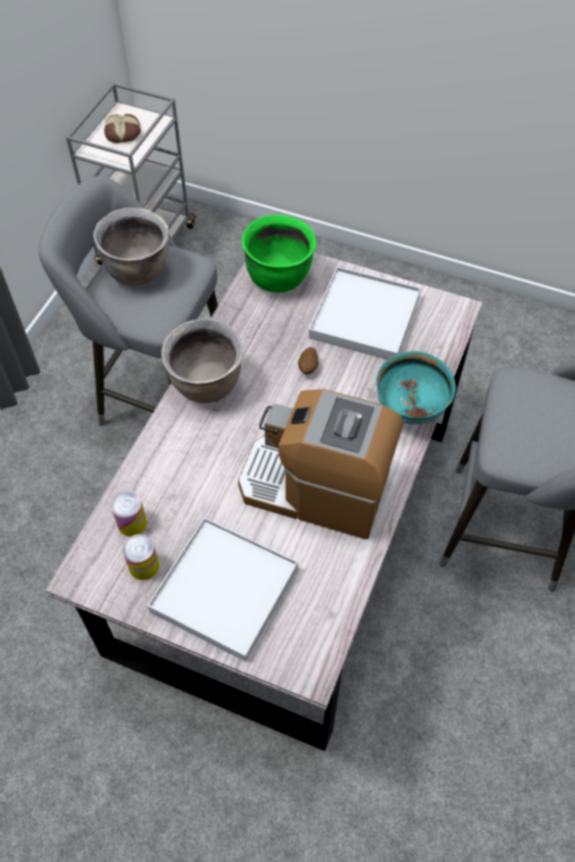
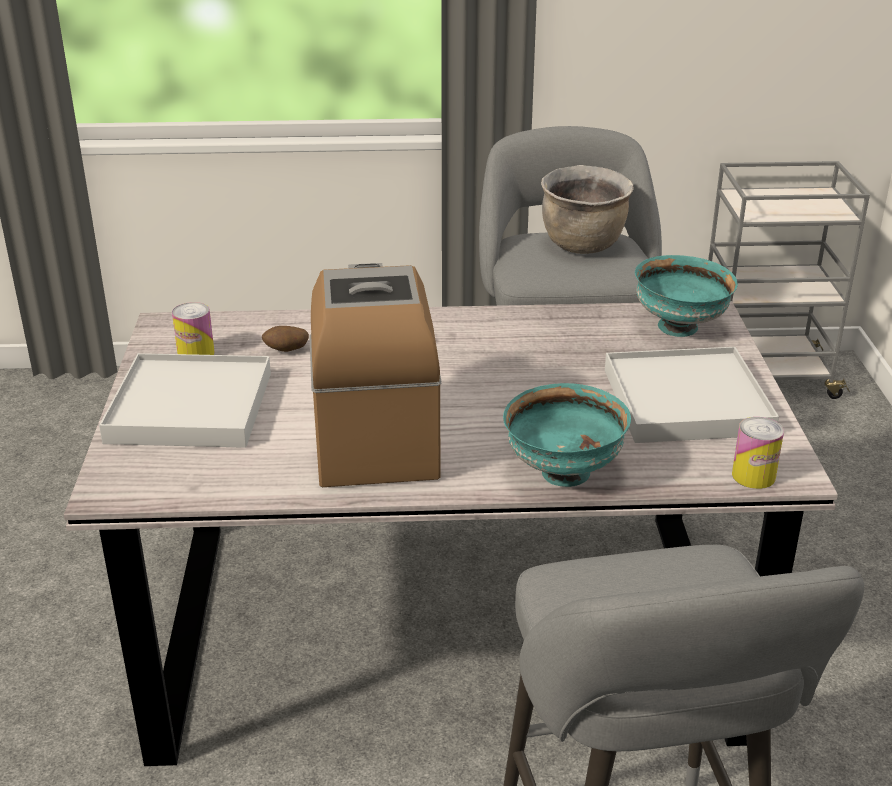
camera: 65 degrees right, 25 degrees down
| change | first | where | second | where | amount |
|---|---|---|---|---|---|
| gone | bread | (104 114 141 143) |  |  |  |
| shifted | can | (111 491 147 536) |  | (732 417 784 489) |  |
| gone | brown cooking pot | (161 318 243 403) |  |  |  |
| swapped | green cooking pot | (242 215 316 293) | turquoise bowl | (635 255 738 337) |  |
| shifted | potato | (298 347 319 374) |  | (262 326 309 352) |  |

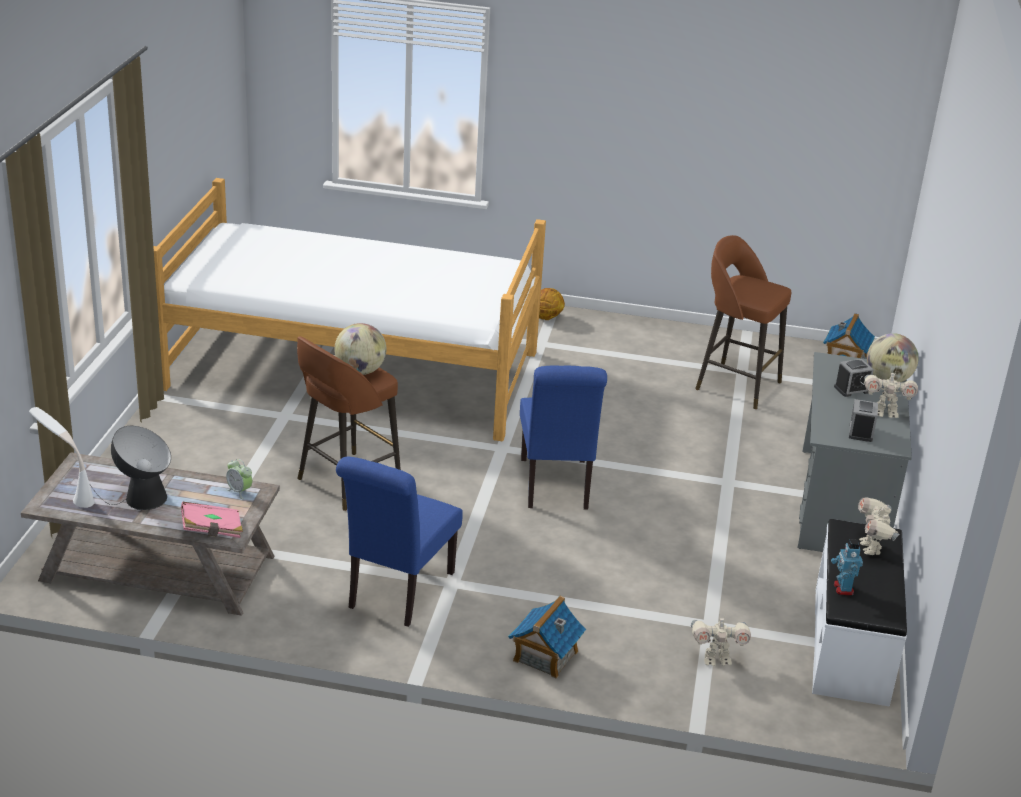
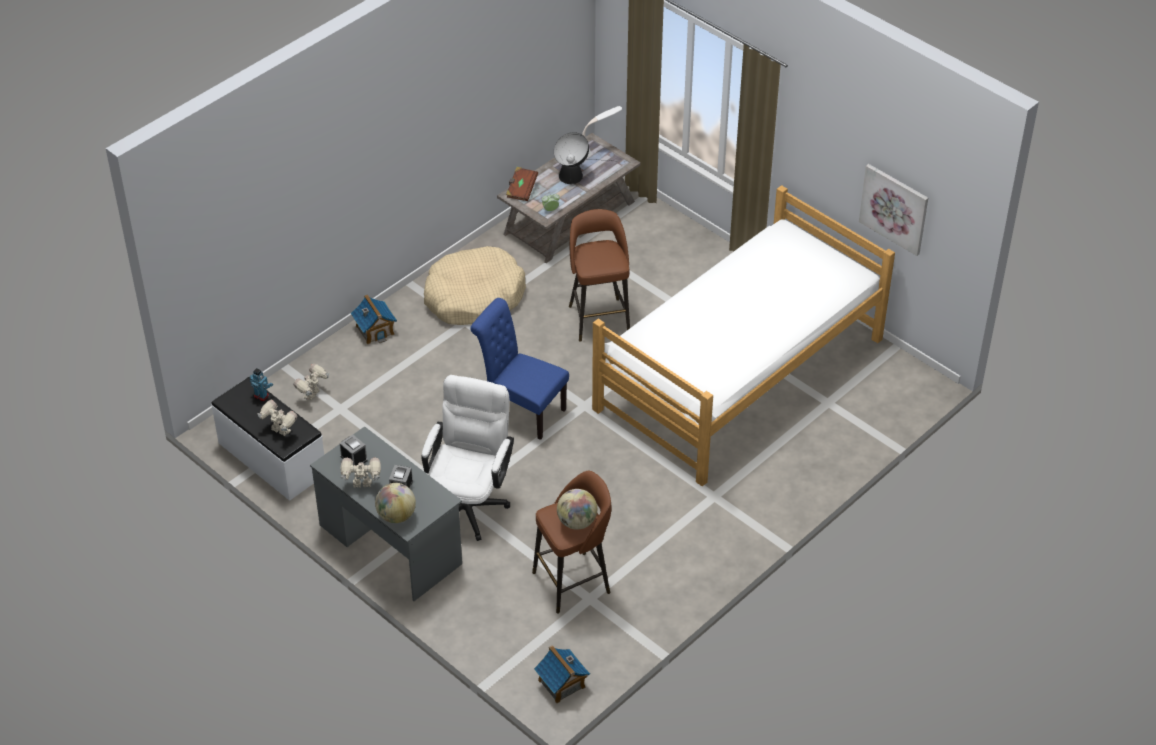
camera: 125 degrees right, 15 degrees up
| change | first | where | second | where | amount |
|---|---|---|---|---|---|
| repainted | pink book | (181 502 243 538) | brown book | (506 167 538 201) |  |
| shifted | globe | (334 323 387 375) |  | (557 489 597 530) |  |
| swapped | blue chair | (336 457 463 627) | beige dog bed | (424 246 526 325) |  |
| gone | basketball | (539 288 565 320) |  |  |  |
| rotated | toy robot | (864 372 918 418) |  | (340 458 381 488) | 45 degrees clockwise |
| new |  |  | white office chair | (421 375 514 541) |  |
| new |  |  | picture | (859 164 928 256) |  |

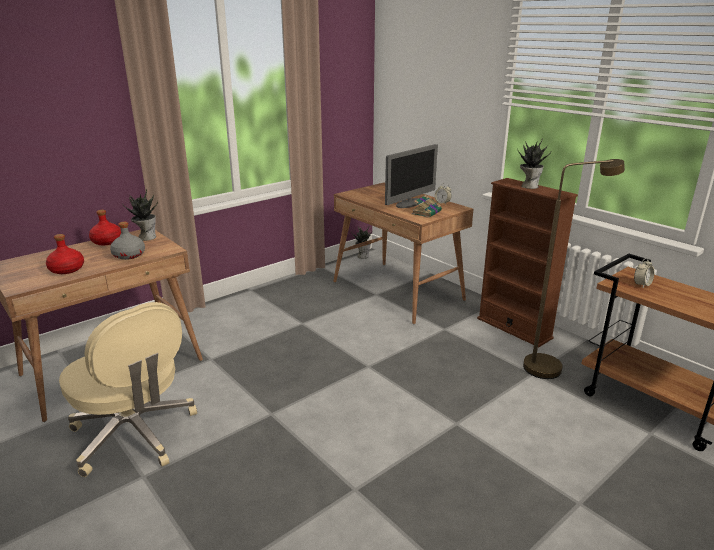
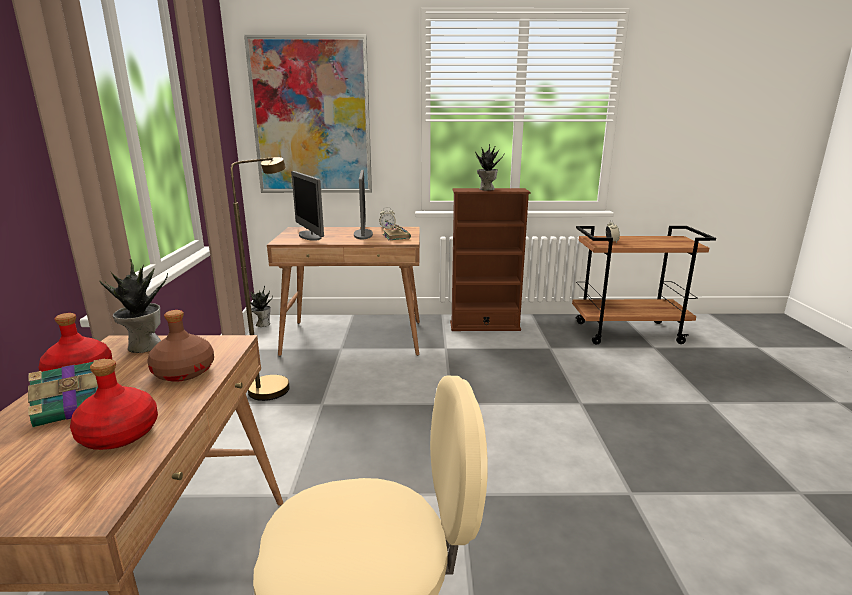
camera: 50 degrees left, 5 degrees down
| change | first | where | second | where | amount |
|---|---|---|---|---|---|
| repainted | grey bottle | (110 222 145 260) | brown bottle | (147 310 214 382) |  |
| shifted | brown floor lamp | (523 159 625 379) |  | (231 157 290 401) |  |
| new |  |  | book | (28 358 105 428) |  |
| new |  |  | picture | (244 35 372 193) |  |
| new |  |  | monitor | (291 171 324 241) |  |

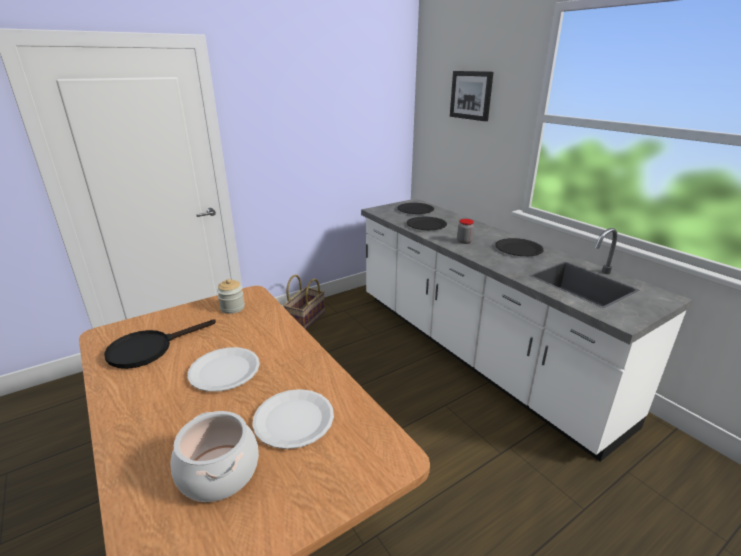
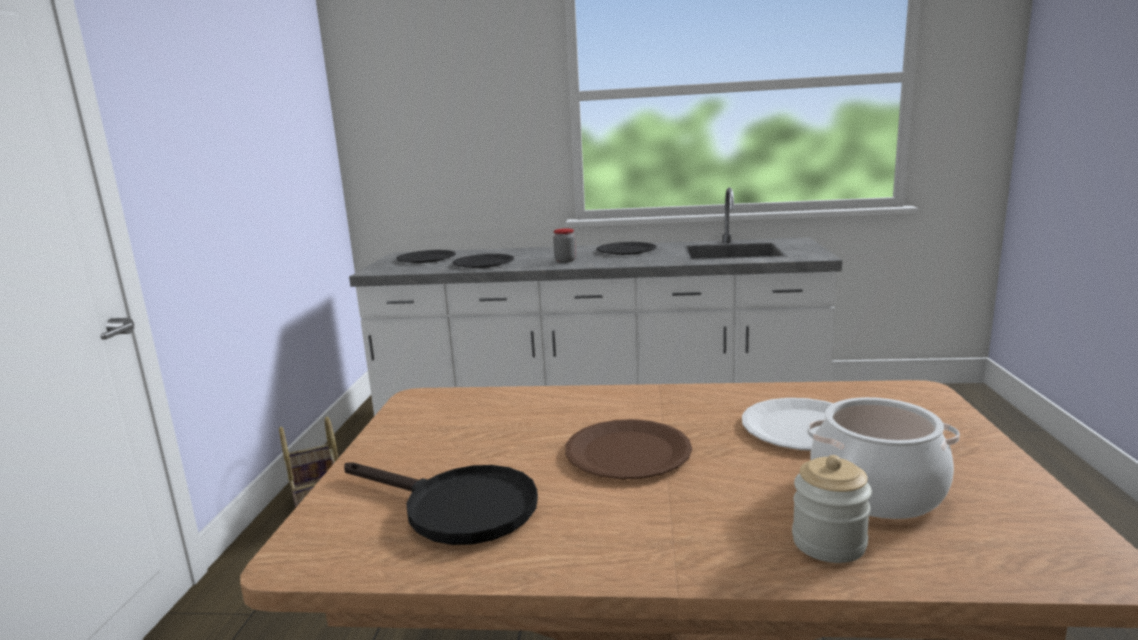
camera: 50 degrees left, 10 degrees down
| change | first | where | second | where | amount |
|---|---|---|---|---|---|
| rotated | black frying pan | (104 319 216 369) |  | (344 462 538 545) | 60 degrees counterclockwise |
| repainted | white plate | (187 347 260 392) | brown plate | (565 419 692 479) |  |
| shifted | jar | (217 279 245 314) |  | (792 455 872 563) |  |
| gone | picture | (450 71 493 121) |  |  |  |

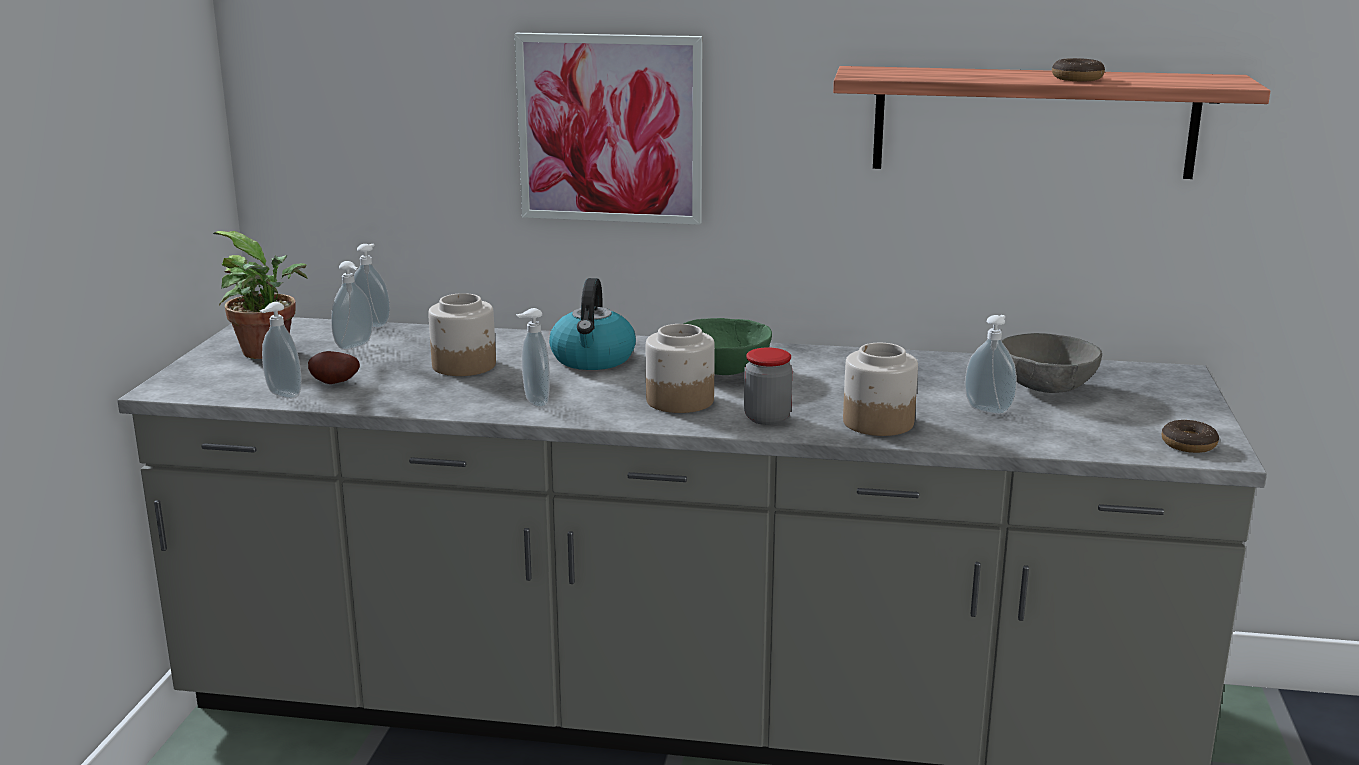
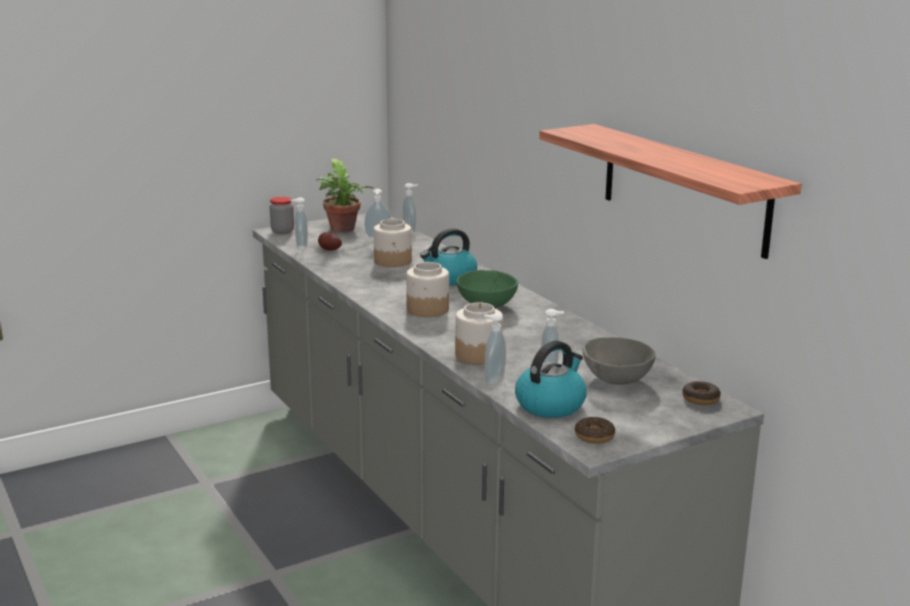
camera: 50 degrees right, 0 degrees up
| change | first | where | second | where | amount |
|---|---|---|---|---|---|
| gone | picture | (514 33 703 225) |  |  |  |
| shifted | soap dispenser | (516 308 550 407) |  | (484 313 506 384) |  |
| shifted | jar | (744 347 792 425) |  | (270 197 294 234) |  |
| shifted | donut | (1052 58 1105 81) |  | (682 381 721 405) |  |
| new |  |  | kettle | (515 341 587 418) |  |

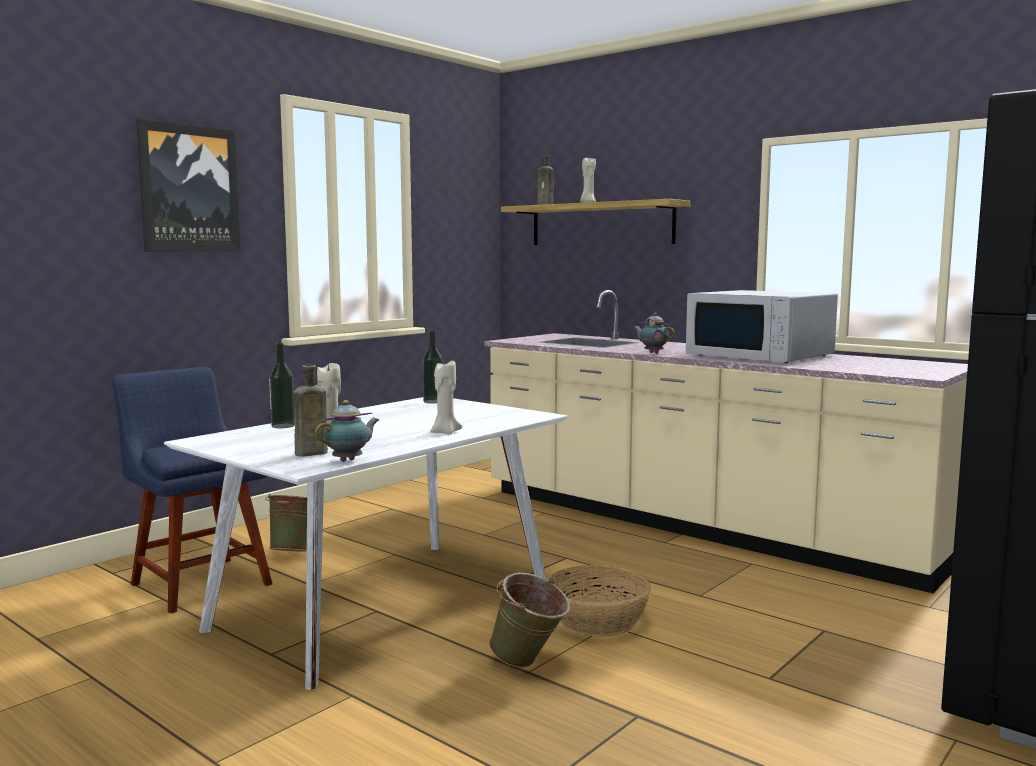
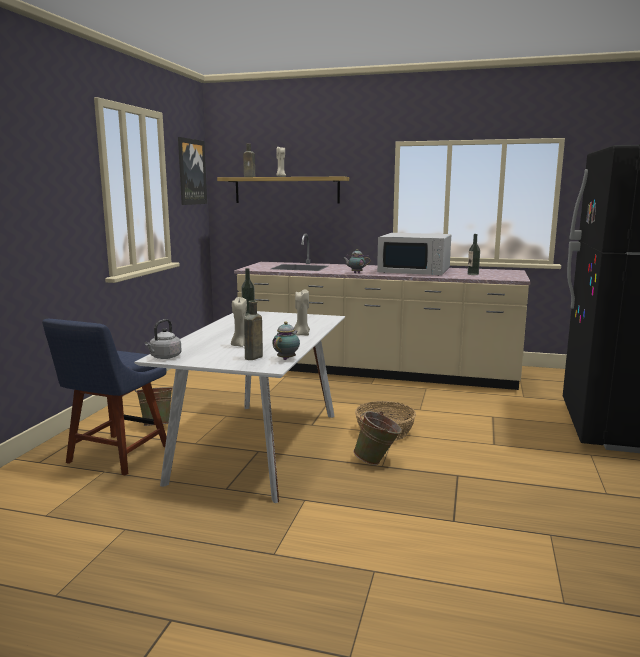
camera: 25 degrees left, 5 degrees up
| change | first | where | second | where | amount |
|---|---|---|---|---|---|
| rotated | blue chair | (113 367 272 614) |  | (42 319 167 476) | 90 degrees counterclockwise |
| shifted | picture | (136 119 241 252) |  | (178 137 207 205) |  |
| shifted | bottle | (269 343 295 428) |  | (468 234 480 275) |  |
| new |  |  | grey kettle | (145 319 182 359) |  |

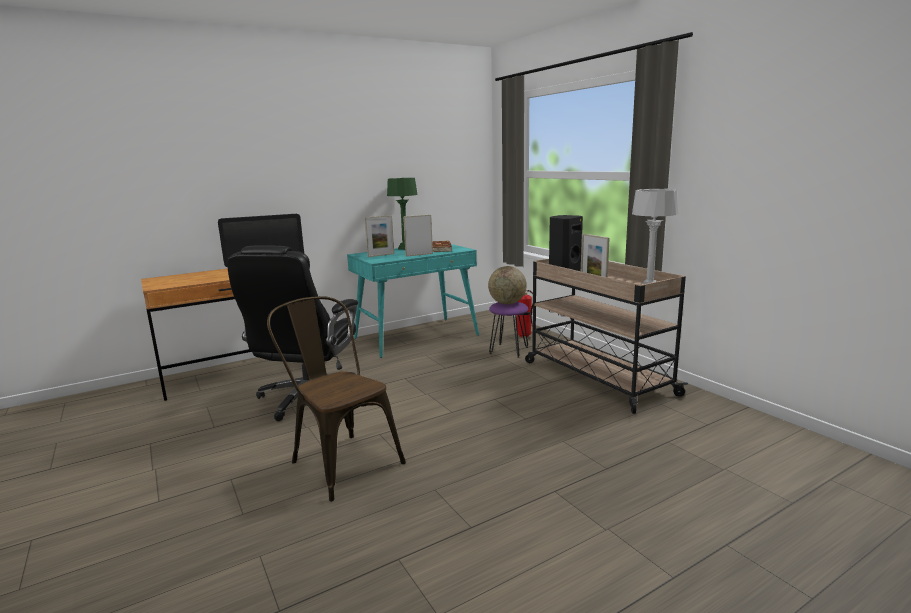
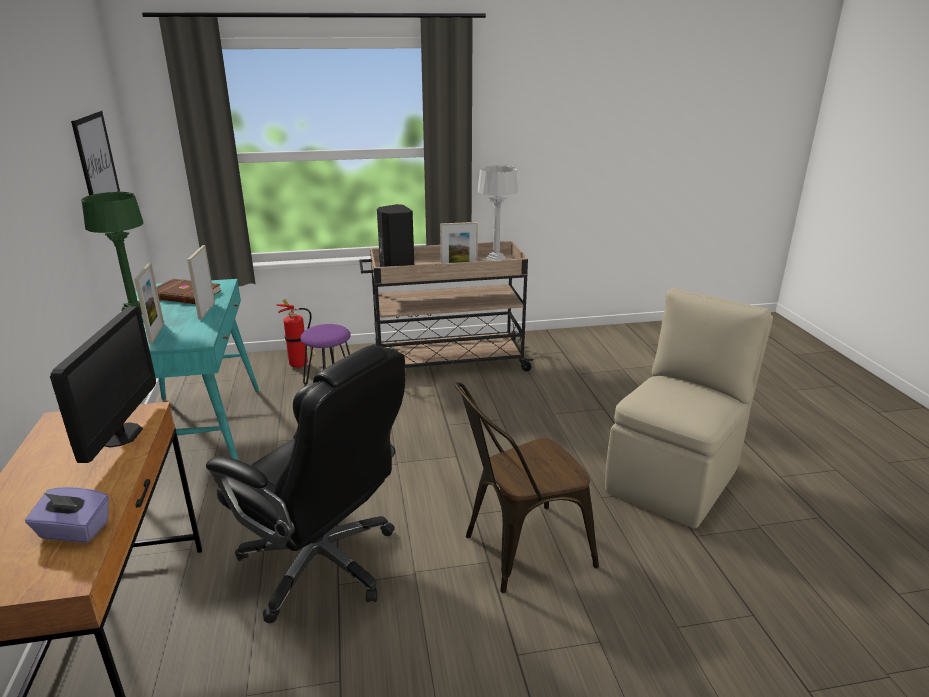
camera: 70 degrees left, 10 degrees up
| change | first | where | second | where | amount |
|---|---|---|---|---|---|
| gone | globe | (488 266 527 304) |  |  |  |
| new |  |  | purple tissue box | (25 487 109 543) |  |
| new |  |  | picture | (71 111 120 195) |  |
| new |  |  | beige chair | (605 288 773 529) |  |

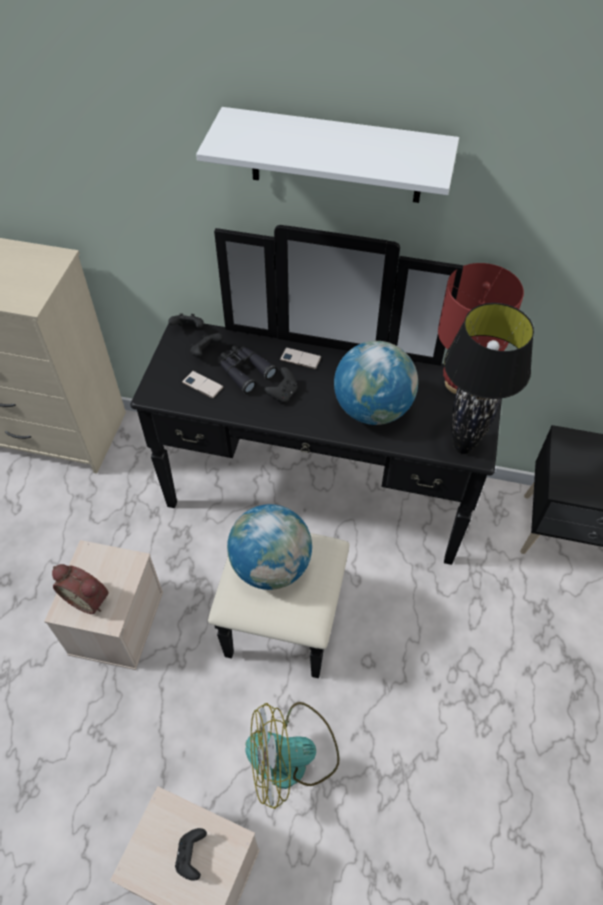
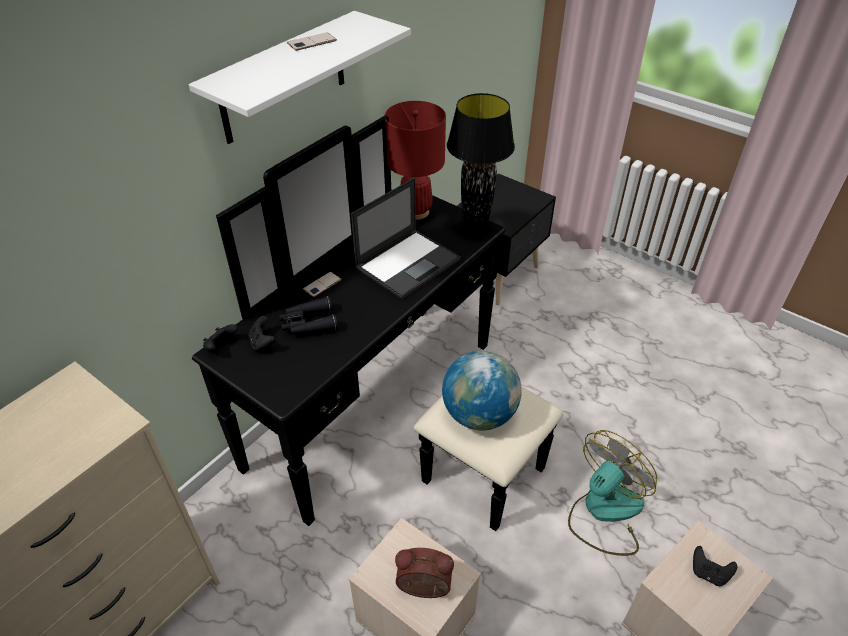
camera: 65 degrees left, 10 degrees down
| change | first | where | second | where | amount |
|---|---|---|---|---|---|
| rotated | alarm clock | (52 564 109 614) |  | (395 548 454 598) | 135 degrees counterclockwise |
| shifted | phone | (182 371 223 398) |  | (287 32 337 51) |  |
| rotated | fan | (245 702 340 809) |  | (568 430 657 556) | 150 degrees counterclockwise |
| gone | black game controller | (264 367 298 403) |  |  |  |
| swapped | globe | (334 341 418 425) | laptop | (351 178 460 299) |  |

